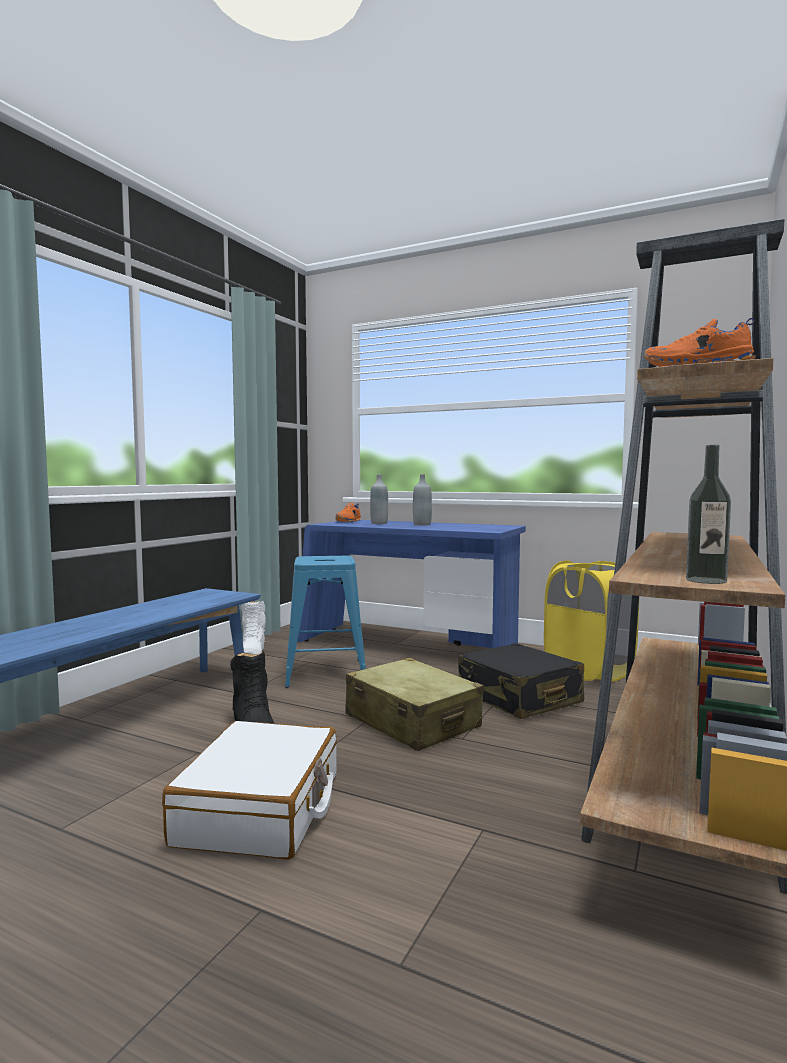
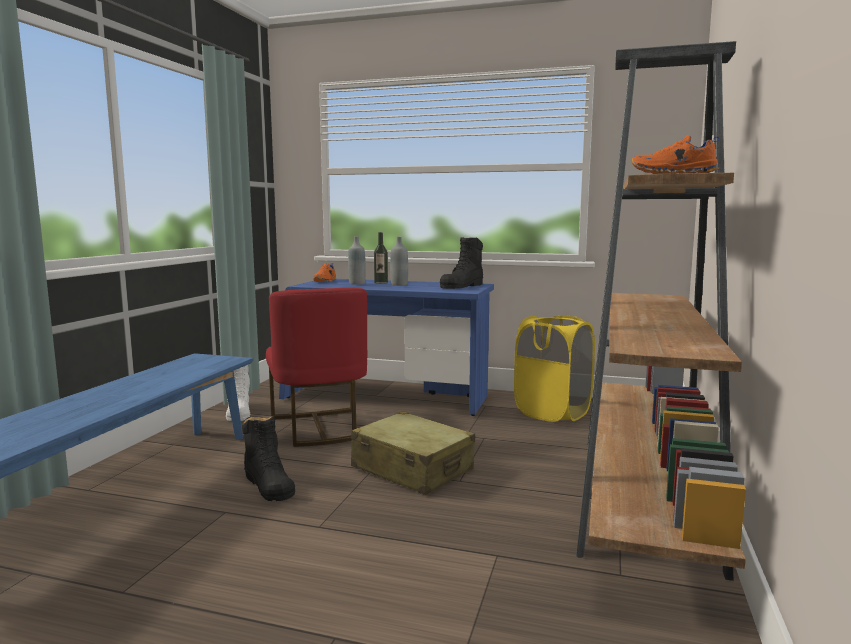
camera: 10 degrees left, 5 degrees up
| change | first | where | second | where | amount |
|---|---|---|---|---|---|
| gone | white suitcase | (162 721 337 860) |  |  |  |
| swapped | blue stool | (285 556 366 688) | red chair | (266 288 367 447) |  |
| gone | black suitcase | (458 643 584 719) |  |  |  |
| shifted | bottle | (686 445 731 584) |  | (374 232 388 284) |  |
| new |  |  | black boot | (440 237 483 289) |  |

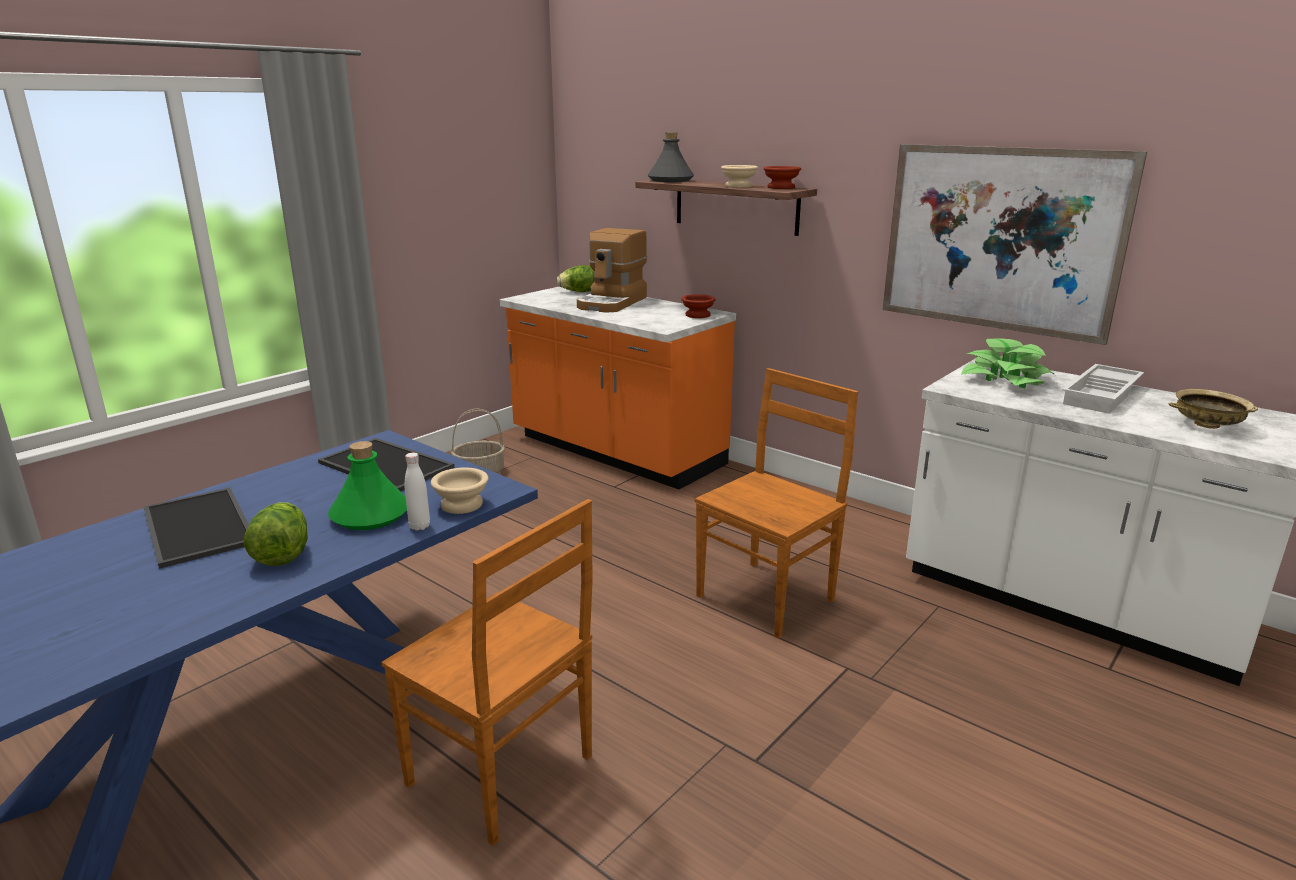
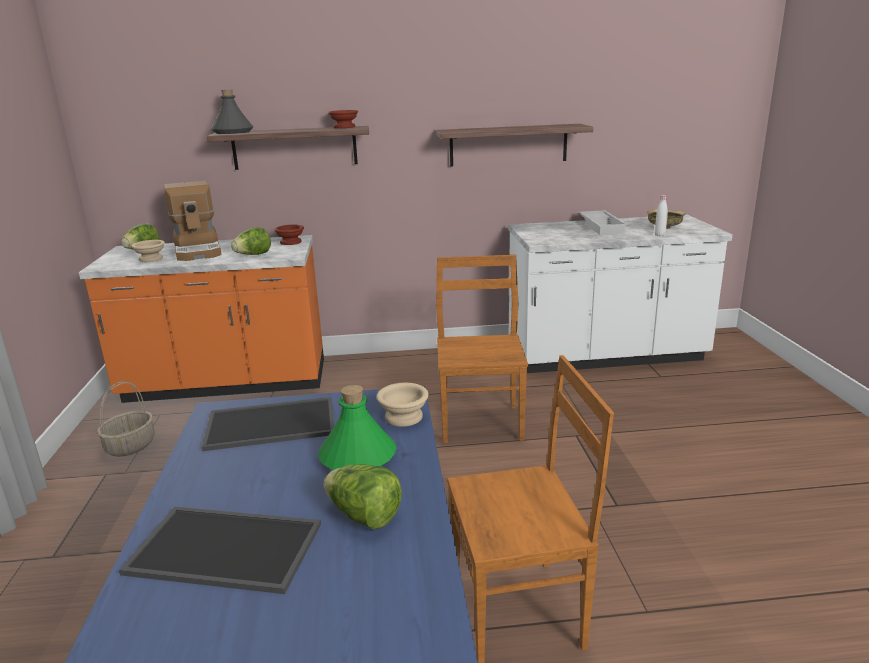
camera: 45 degrees left, 0 degrees up
| change | first | where | second | where | amount |
|---|---|---|---|---|---|
| shifted | white bottle | (405 453 430 530) |  | (655 195 668 236) |  |
| shifted | beige bowl | (721 165 758 188) |  | (131 240 165 262) |  |
| swapped | picture | (883 144 1147 345) | shelf | (436 124 593 167) |  |
| gone | potted plant | (961 338 1055 388) |  |  |  |
| new |  |  | lettuce | (231 227 271 255) |  |

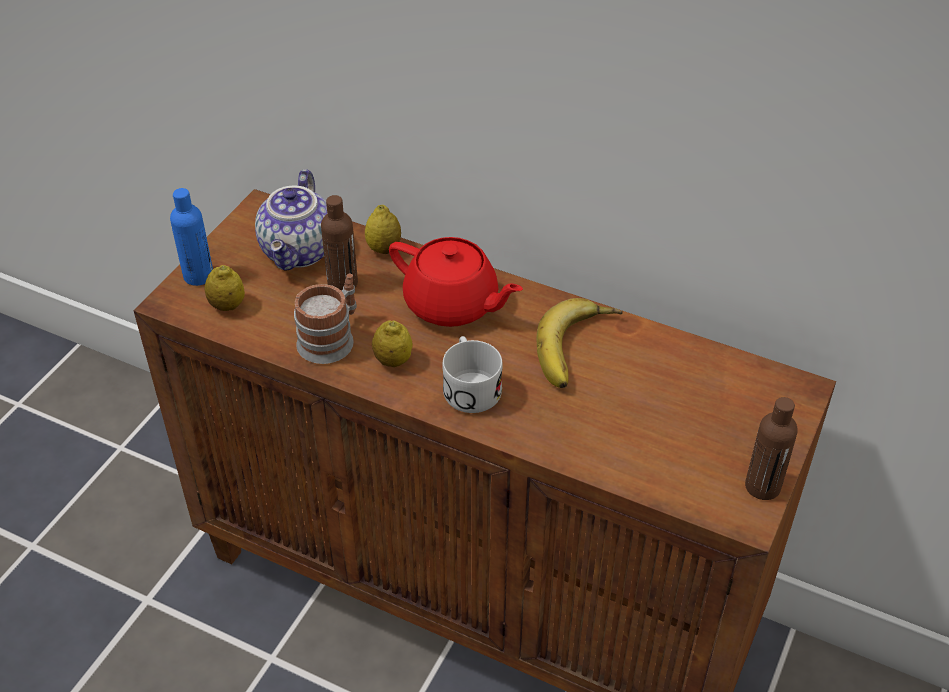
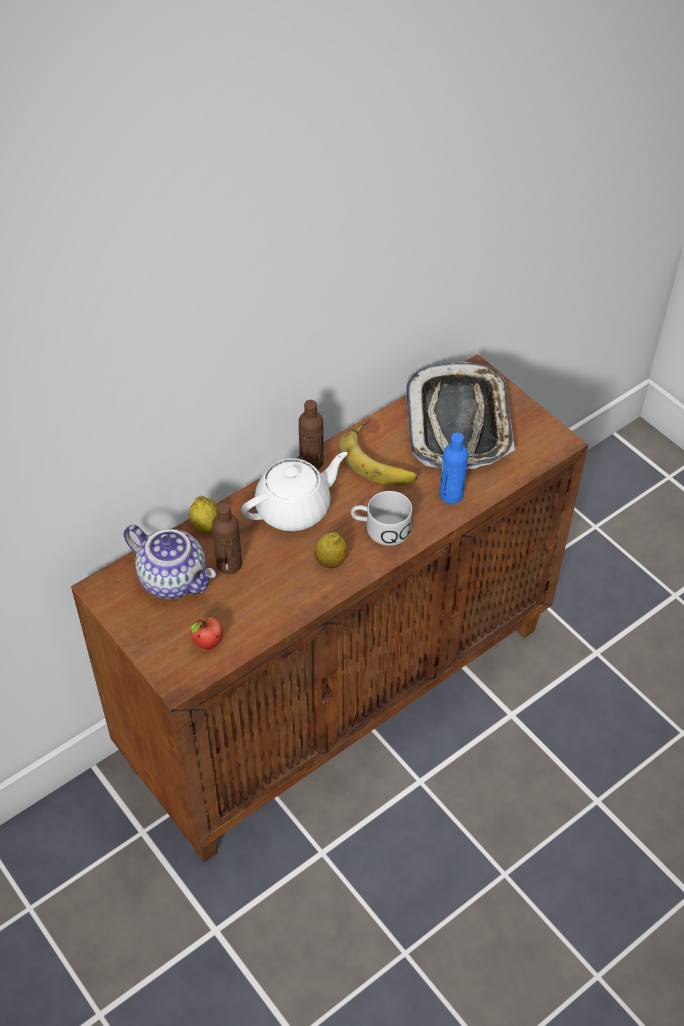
camera: 65 degrees left, 5 degrees up
| change | first | where | second | where | amount |
|---|---|---|---|---|---|
| shifted | blue bottle | (170 188 213 286) |  | (439 433 468 504) |  |
| swapped | lemon | (205 265 245 311) | apple | (190 617 223 650) |  |
| gone | mug | (294 274 357 364) |  |  |  |
| repainted | red teapot | (389 237 523 327) | white teapot | (241 452 347 531) |  |
| shifted | brown bottle | (745 397 798 500) |  | (299 400 324 470) |  |
| new |  |  | tray | (406 362 515 469) |  |

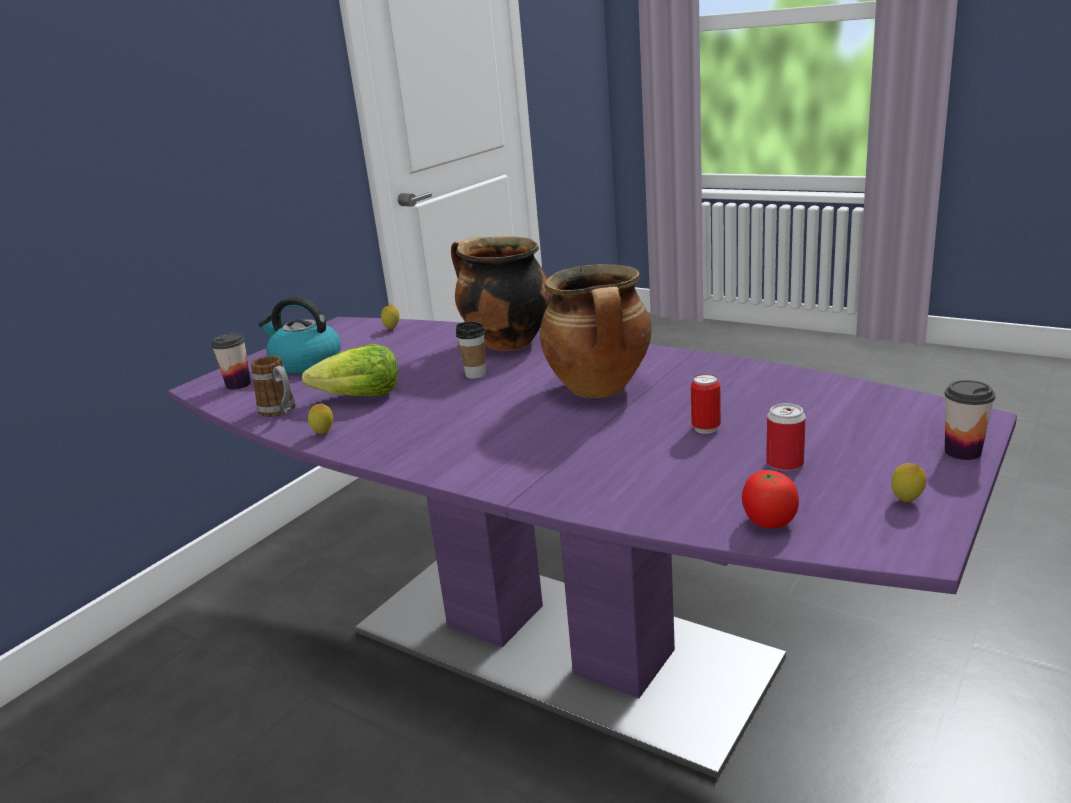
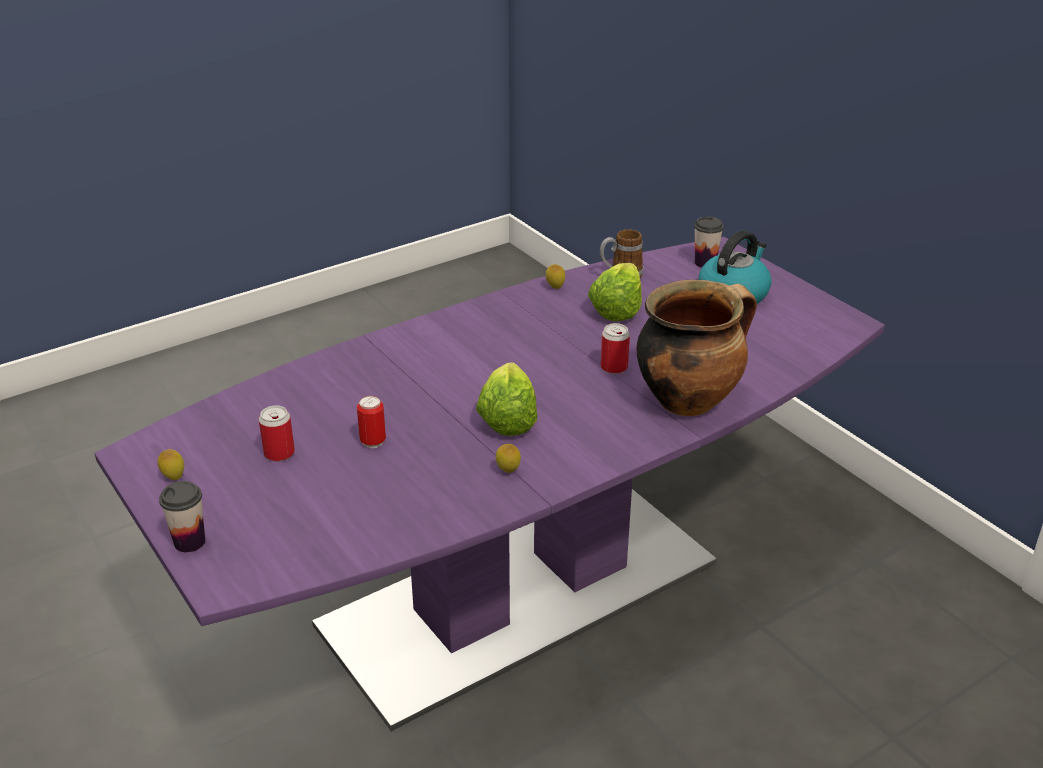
camera: 110 degrees right, 10 degrees up
| change | first | where | second | where | amount |
|---|---|---|---|---|---|
| shifted | lemon | (381 304 399 329) |  | (496 444 521 473) |  |
| swapped | cup | (456 322 486 379) | can | (601 323 630 374) |  |
| swapped | cooking pot | (540 264 651 398) | lettuce | (476 362 538 436) |  |
| gone | tomato | (742 470 799 528) |  |  |  |

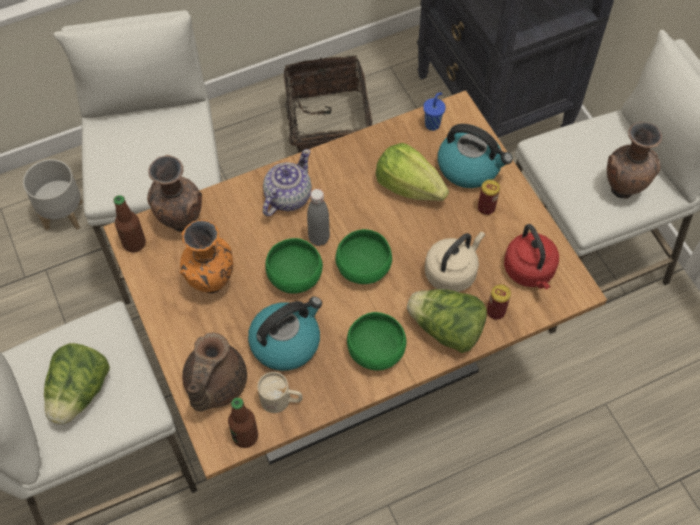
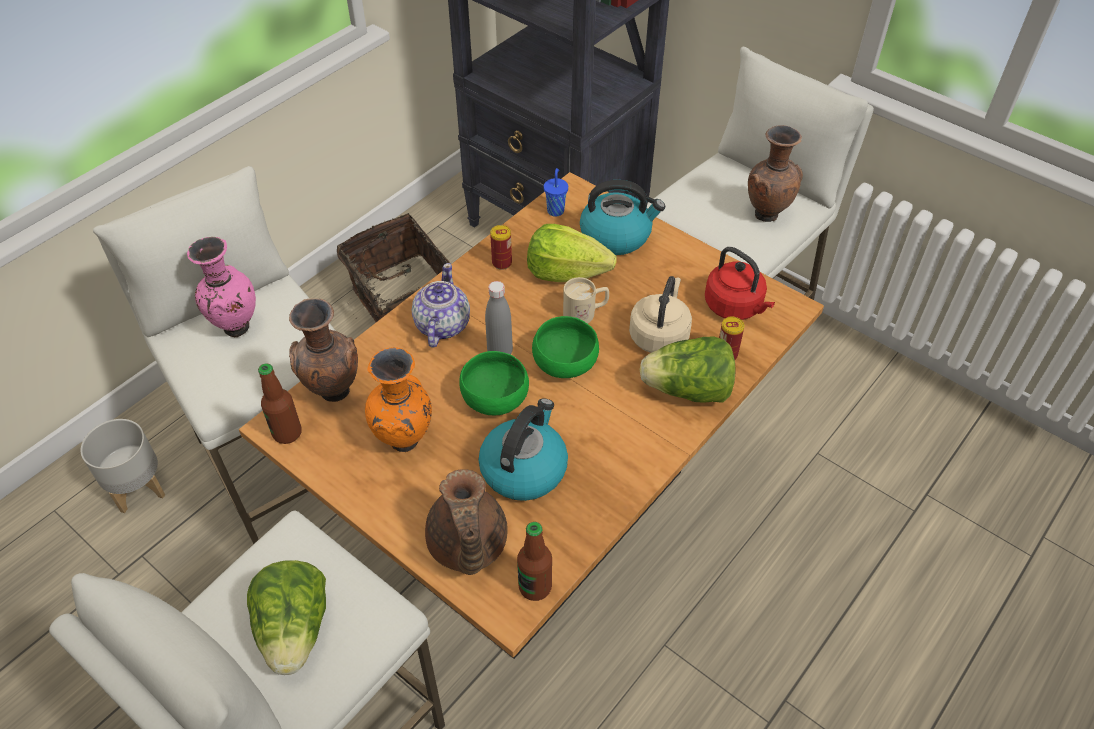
camera: 25 degrees left, 10 degrees down
| change | first | where | second | where | amount |
|---|---|---|---|---|---|
| shifted | beige mug | (258 372 303 413) |  | (563 277 609 324) |  |
| gone | green bowl | (347 312 406 371) |  |  |  |
| shifted | can | (478 179 500 215) |  | (490 225 512 270) |  |
| new |  |  | pink vase | (187 237 256 338) |  |

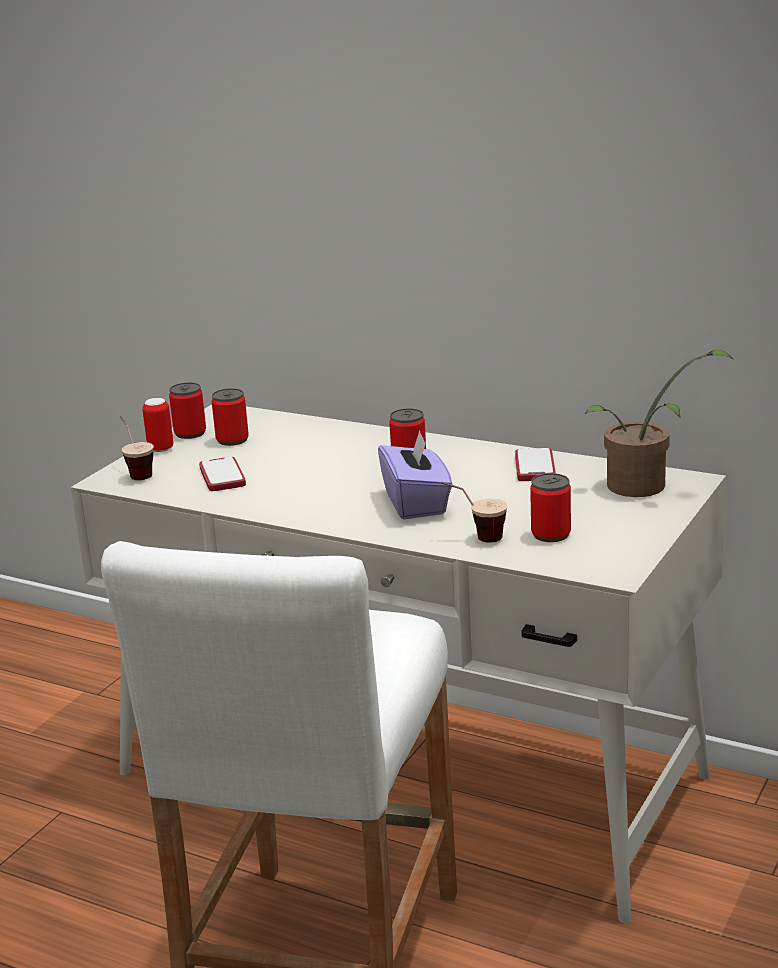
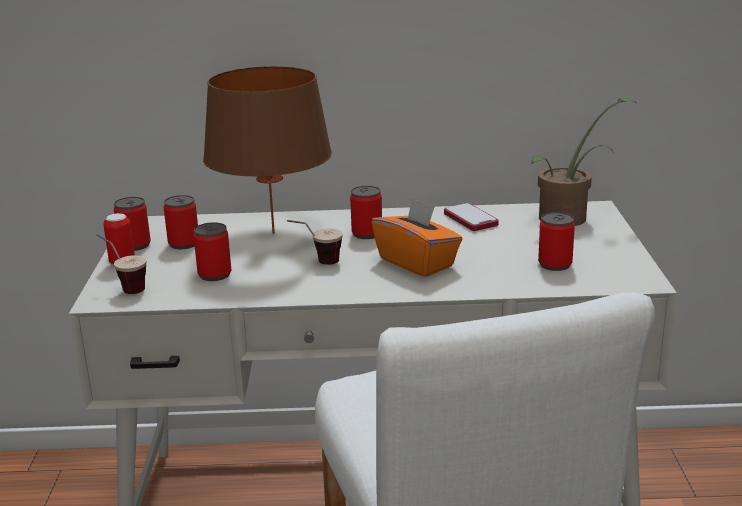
camera: 30 degrees left, 0 degrees up
| change | first | where | second | where | amount |
|---|---|---|---|---|---|
| swapped | phone | (199 457 246 491) | can | (193 222 231 281) |  |
| repainted | purple tissue box | (378 431 452 520) | orange tissue box | (371 197 463 277) |  |
| shifted | cup | (441 481 507 543) |  | (287 220 343 265) |  |
| new |  |  | brown table lamp | (203 66 332 234) |  |

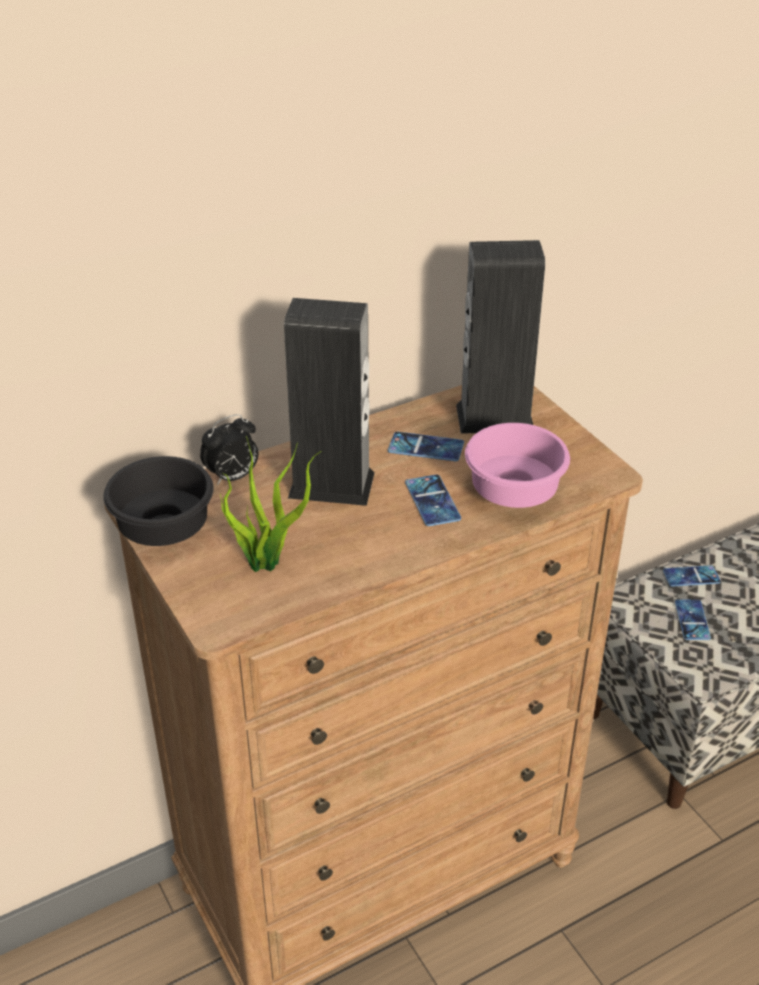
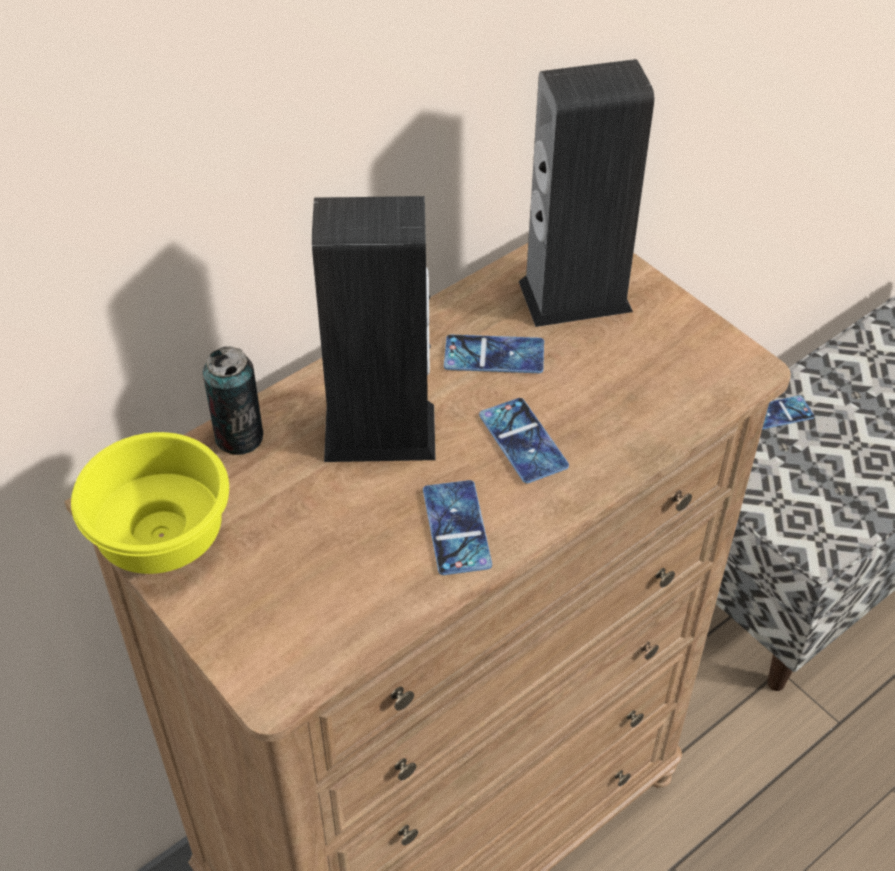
camera: 10 degrees left, 10 degrees up
| change | first | where | second | where | amount |
|---|---|---|---|---|---|
| repainted | black bowl | (103 456 214 546) | yellow bowl | (71 432 229 574) |  |
| swapped | alarm clock | (200 414 258 485) | can | (203 346 263 455) |  |
| gone | potted plant | (220 436 321 572) |  |  |  |
| gone | pink bowl | (465 423 570 508) |  |  |  |
| shifted | phone | (675 600 711 640) |  | (423 480 492 575) |  |

